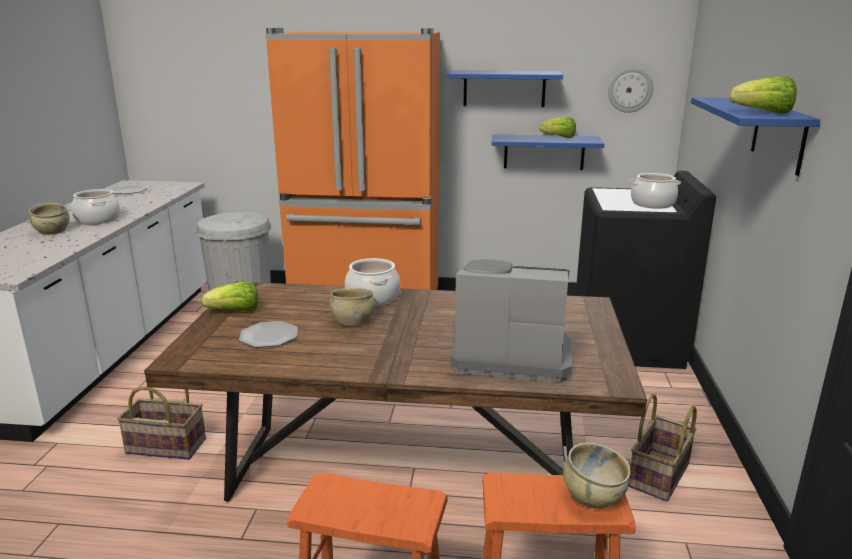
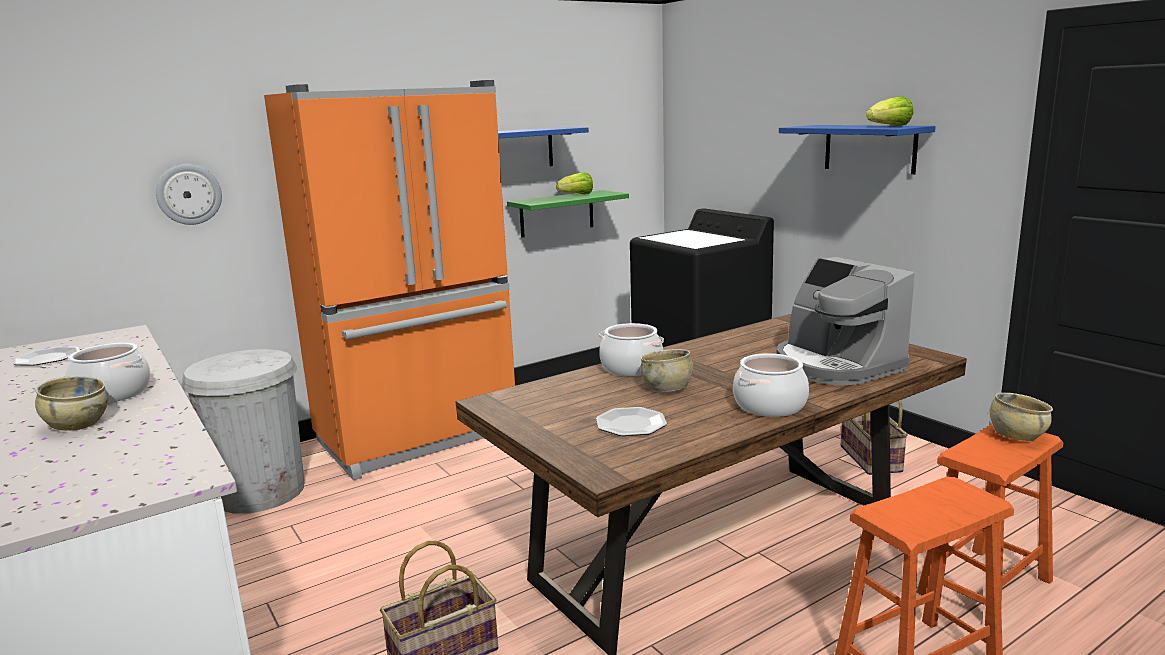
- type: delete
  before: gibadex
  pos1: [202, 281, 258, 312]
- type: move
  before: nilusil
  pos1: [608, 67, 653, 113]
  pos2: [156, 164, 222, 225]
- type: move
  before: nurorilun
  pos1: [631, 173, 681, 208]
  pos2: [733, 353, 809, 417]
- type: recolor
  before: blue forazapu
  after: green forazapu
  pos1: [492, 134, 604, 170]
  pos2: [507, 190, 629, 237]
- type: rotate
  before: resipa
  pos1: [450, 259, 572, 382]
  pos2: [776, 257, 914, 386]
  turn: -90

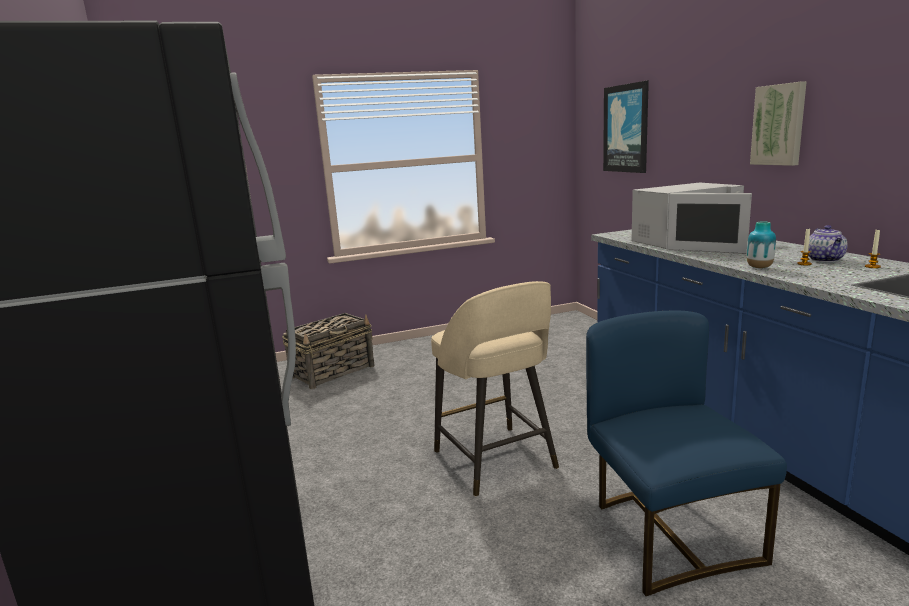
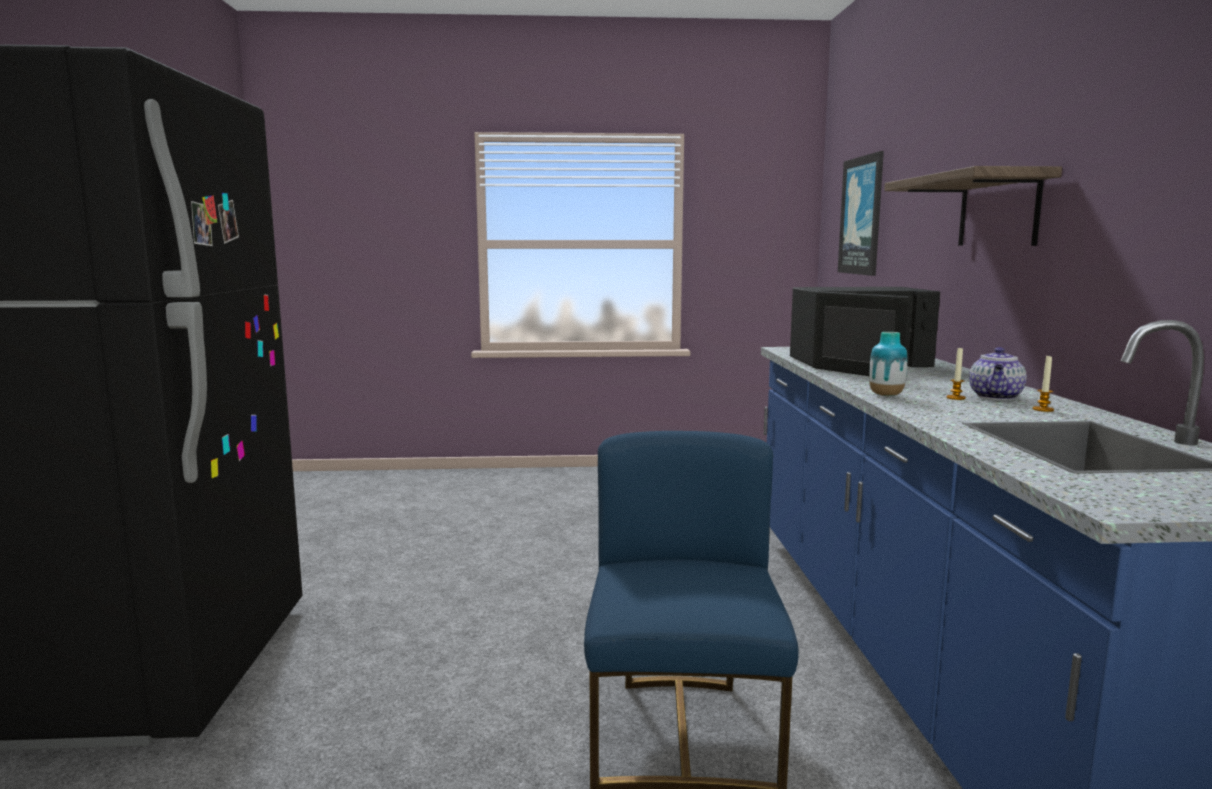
- type: delete
  before: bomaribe
  pos1: [282, 313, 375, 389]
- type: delete
  before: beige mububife
  pos1: [431, 281, 559, 496]
- type: replace
  before: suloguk
  after: forazapu
  pos1: [750, 81, 807, 166]
  pos2: [884, 166, 1062, 246]
- type: recolor
  before: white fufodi
  after: black fufodi
  pos1: [632, 183, 752, 254]
  pos2: [790, 287, 940, 376]

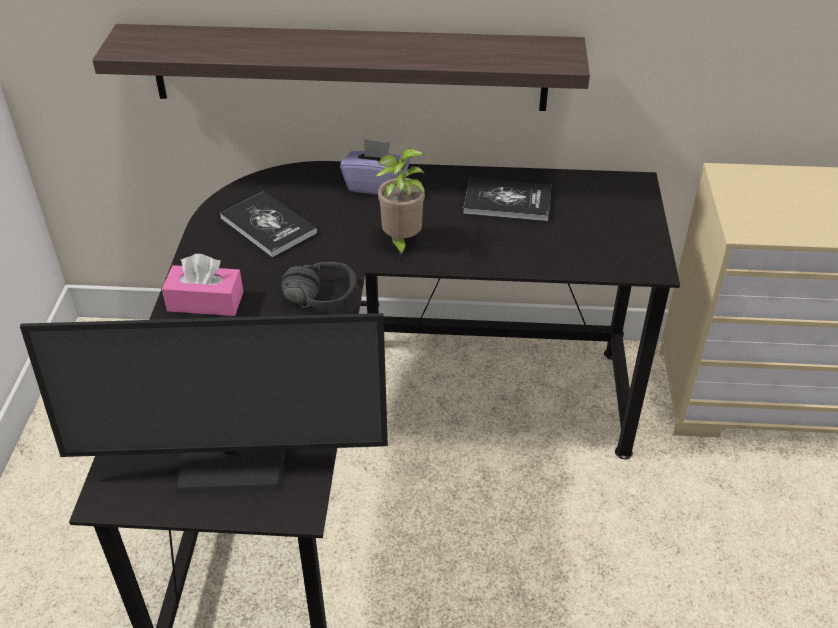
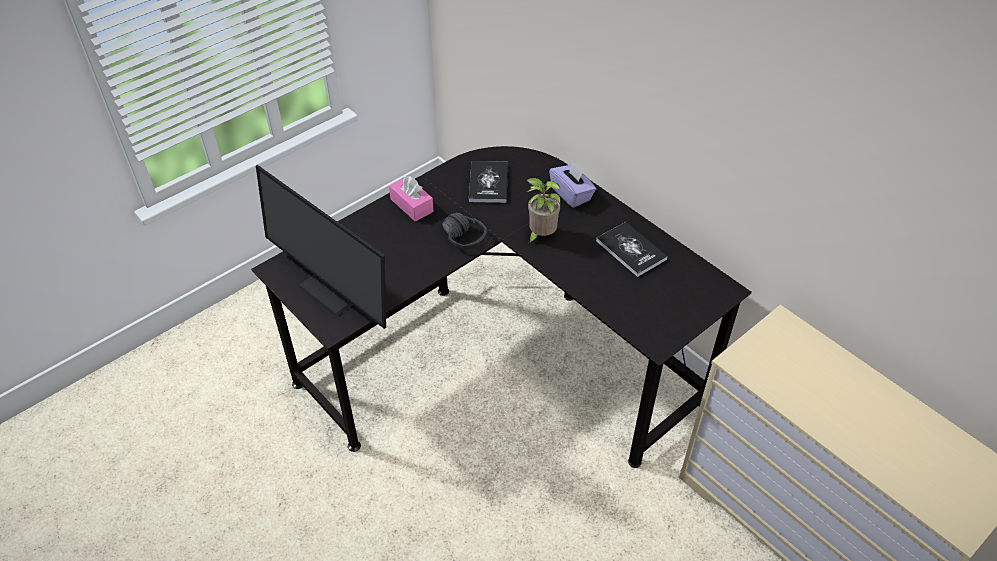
- type: delete
  before: forazapu
  pos1: [92, 24, 590, 111]

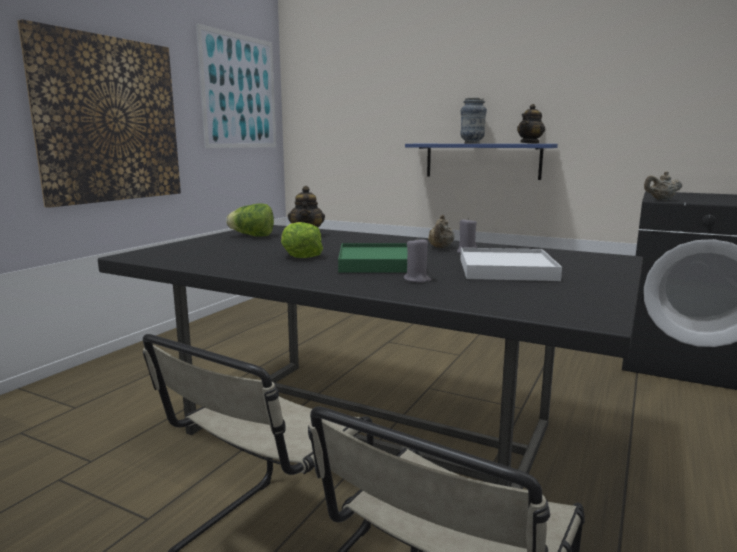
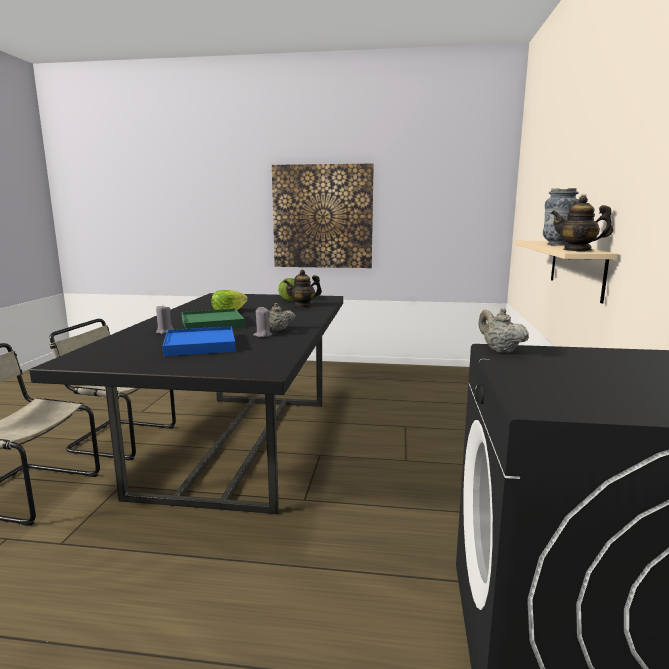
- type: delete
  before: suloguk
  pos1: [196, 23, 276, 148]
- type: recolor
  before: blue forazapu
  after: beige forazapu
  pos1: [405, 144, 558, 180]
  pos2: [515, 241, 618, 304]
- type: recolor
  before: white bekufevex
  after: blue bekufevex
  pos1: [460, 248, 562, 281]
  pos2: [163, 326, 236, 356]

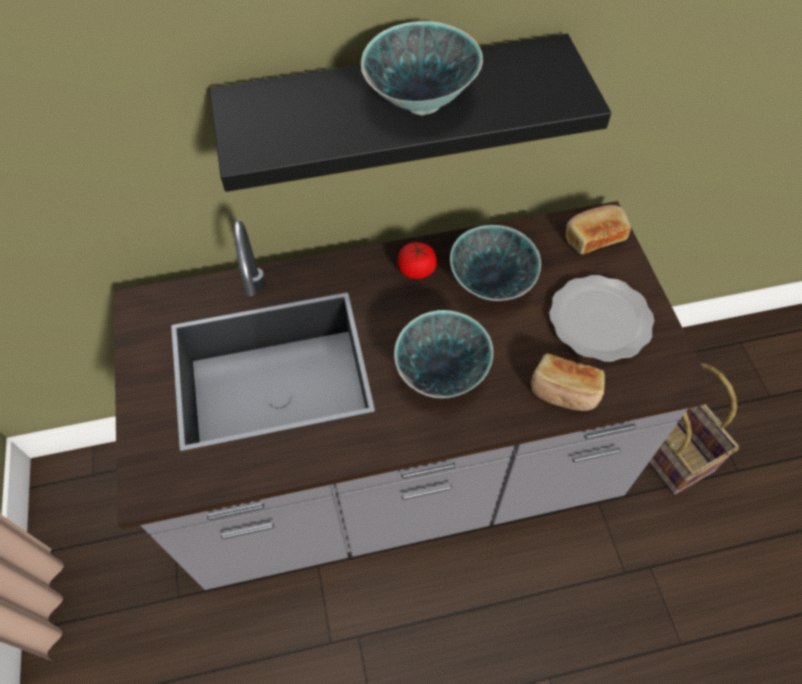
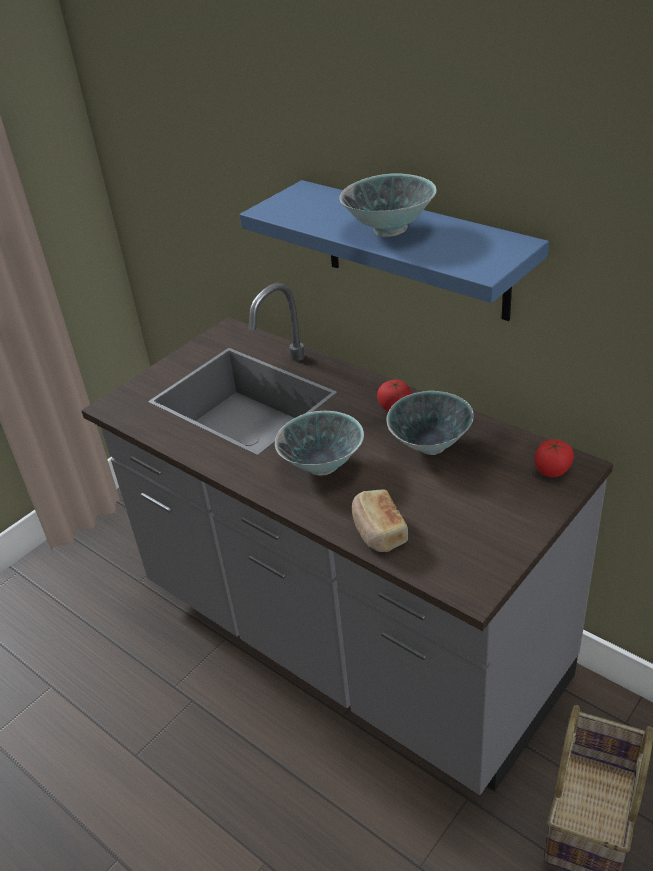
- type: delete
  before: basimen
  pos1: [549, 275, 654, 362]
- type: replace
  before: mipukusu
  after: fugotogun
  pos1: [566, 205, 631, 254]
  pos2: [535, 439, 574, 477]
- type: recolor
  before: black forazapu
  after: blue forazapu
  pos1: [209, 34, 611, 192]
  pos2: [240, 180, 549, 321]

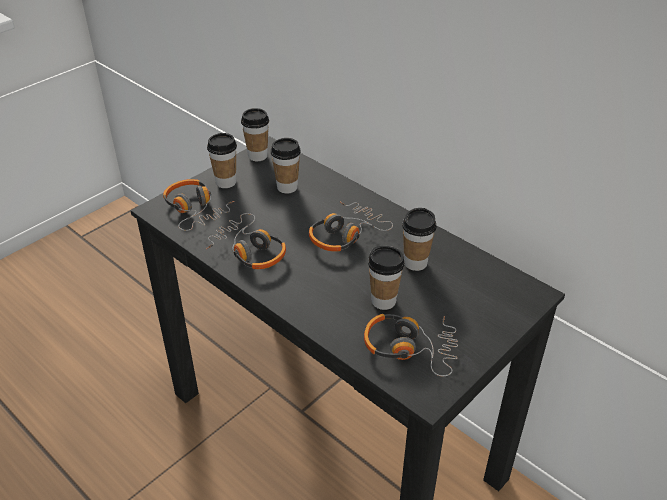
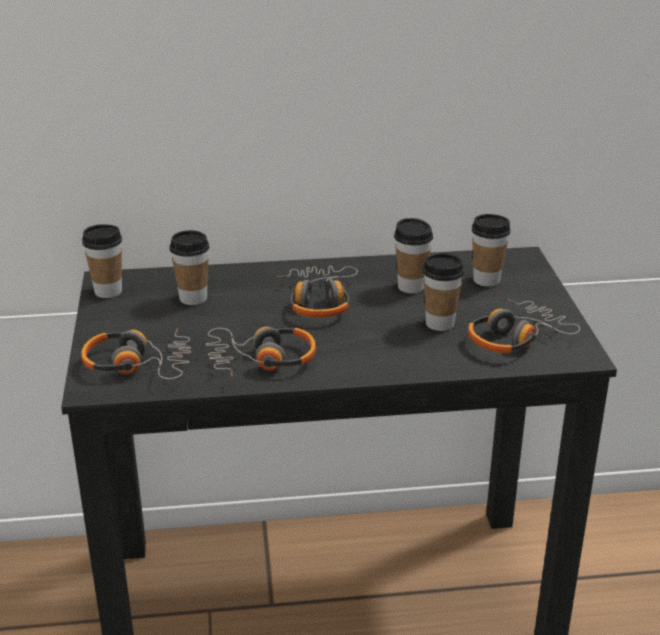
- type: move
  before: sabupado
  pos1: [207, 133, 237, 188]
  pos2: [472, 214, 511, 287]

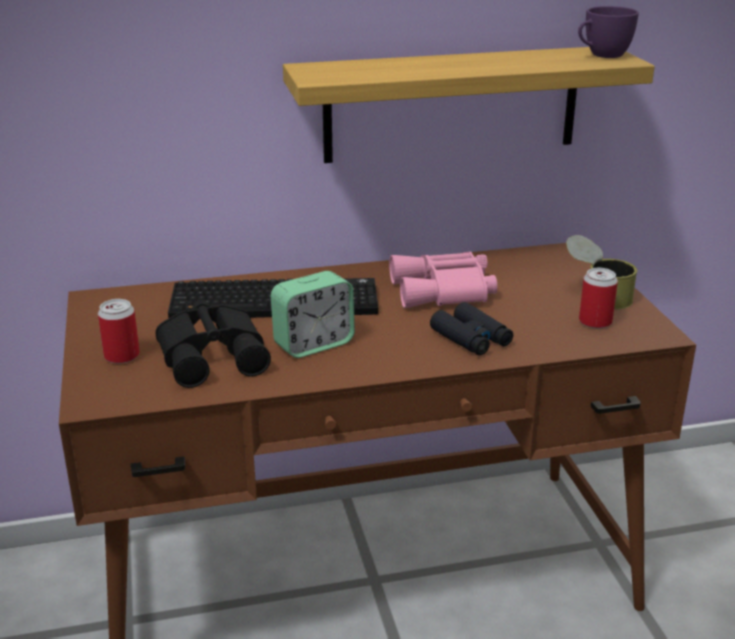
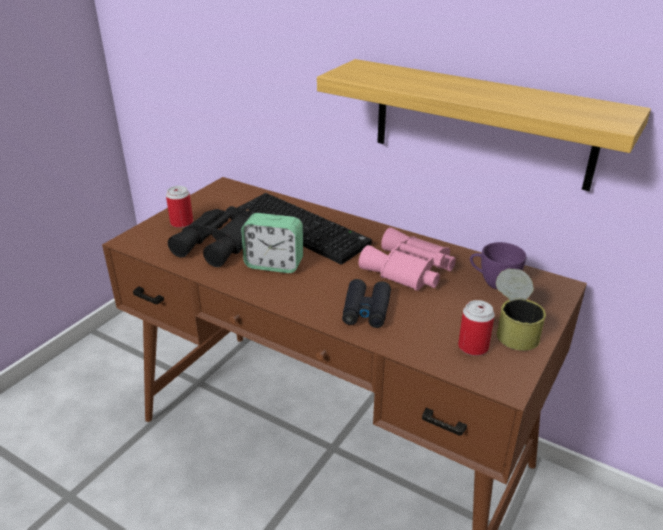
- type: move
  before: purple sabupado
  pos1: [578, 6, 639, 58]
  pos2: [470, 242, 526, 289]

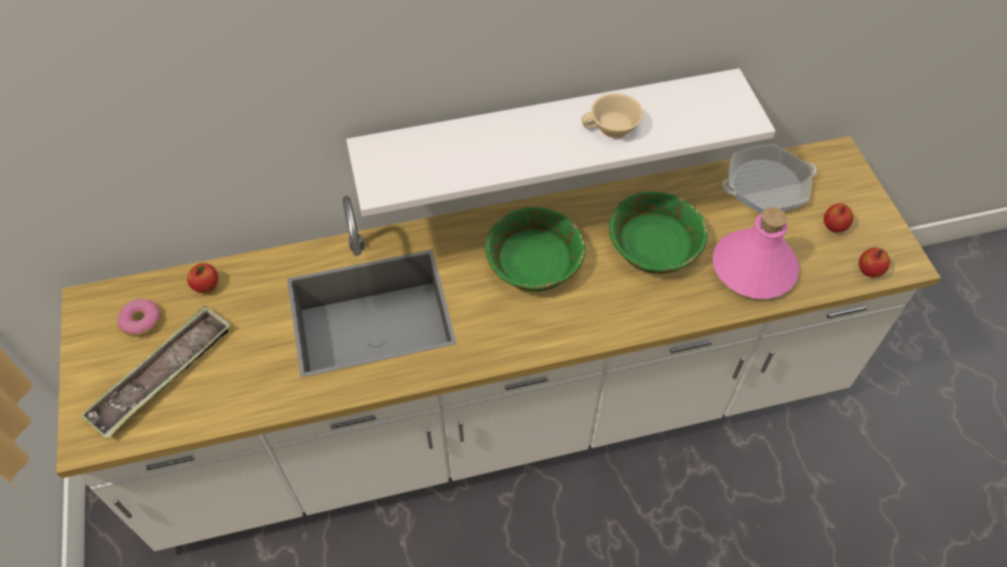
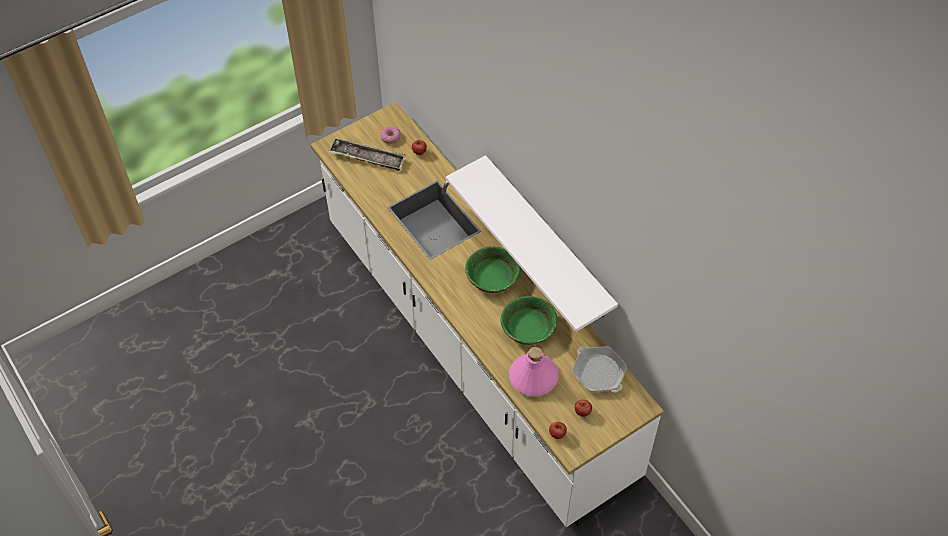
- type: delete
  before: beige sabupado
  pos1: [581, 93, 643, 138]

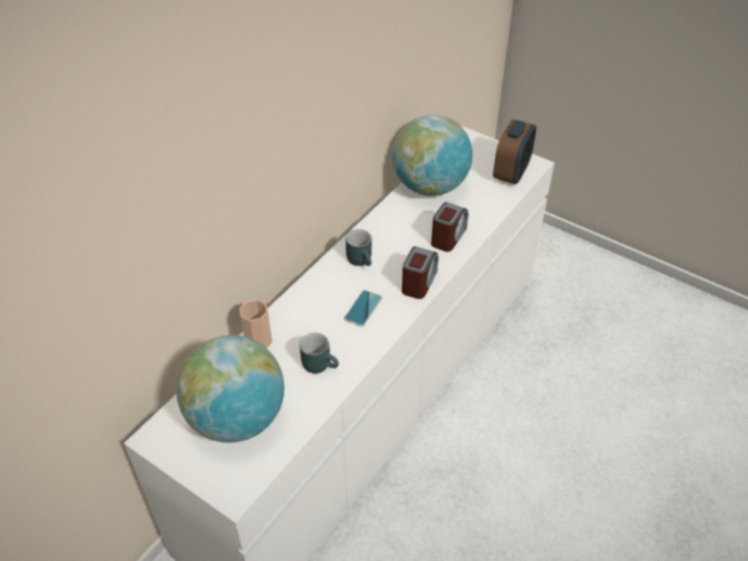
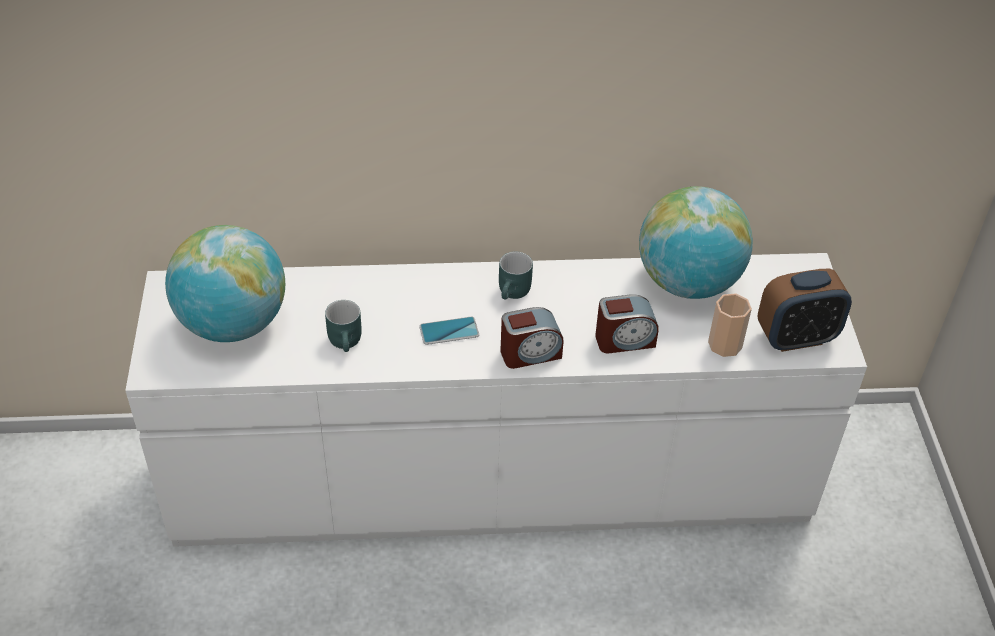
- type: move
  before: sabupado
  pos1: [239, 299, 272, 348]
  pos2: [708, 293, 752, 357]

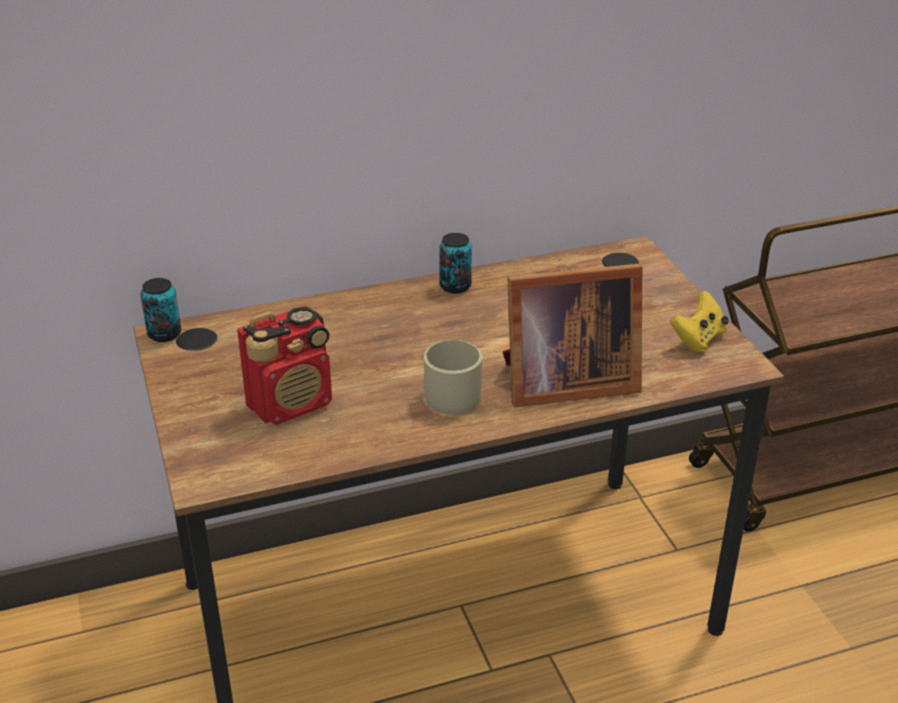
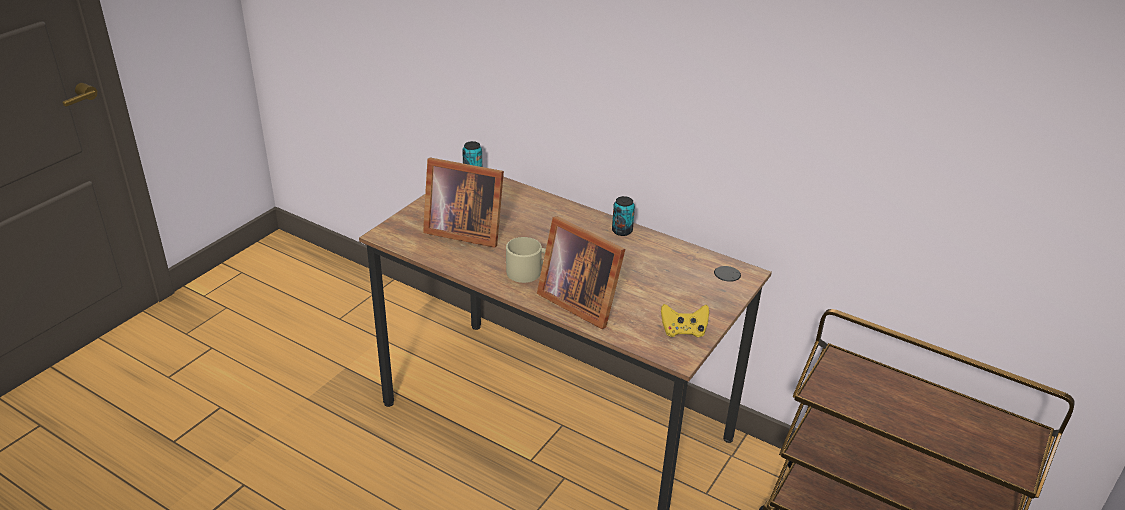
- type: replace
  before: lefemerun
  after: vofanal
  pos1: [237, 306, 332, 425]
  pos2: [423, 157, 504, 248]

